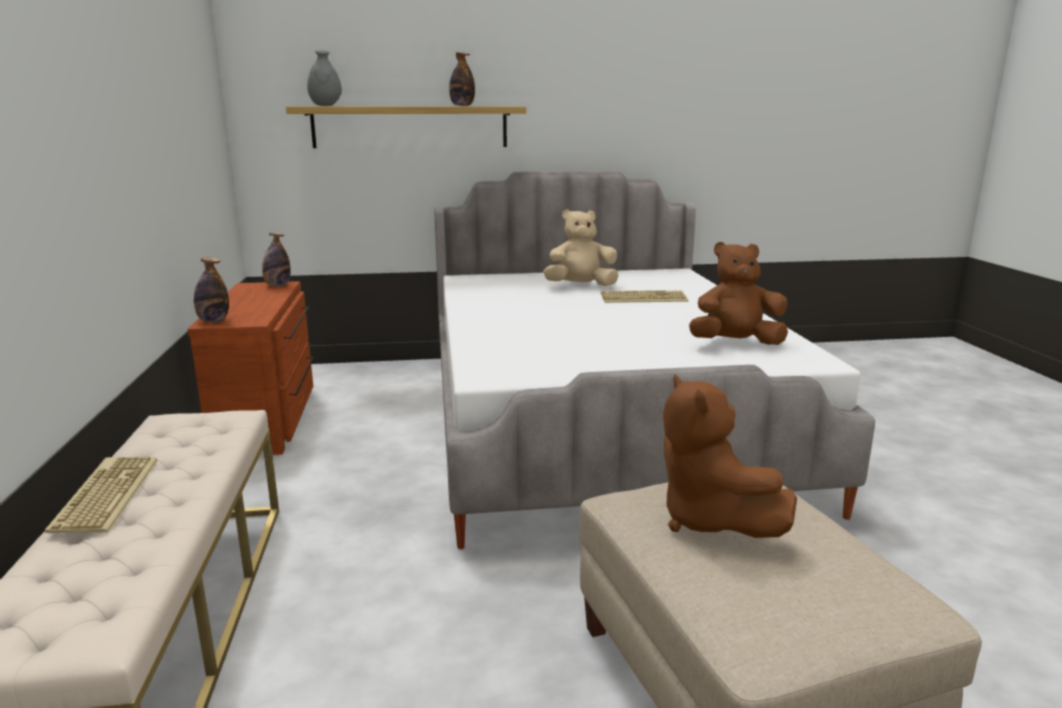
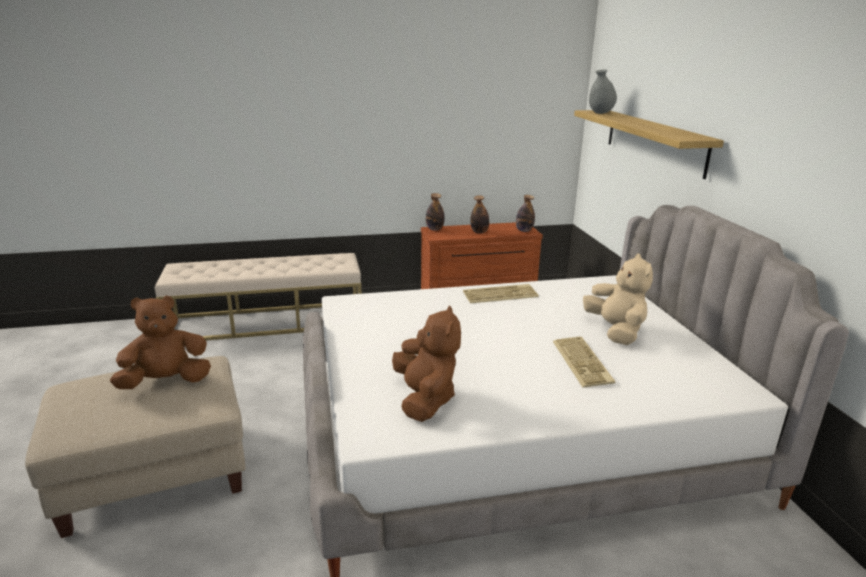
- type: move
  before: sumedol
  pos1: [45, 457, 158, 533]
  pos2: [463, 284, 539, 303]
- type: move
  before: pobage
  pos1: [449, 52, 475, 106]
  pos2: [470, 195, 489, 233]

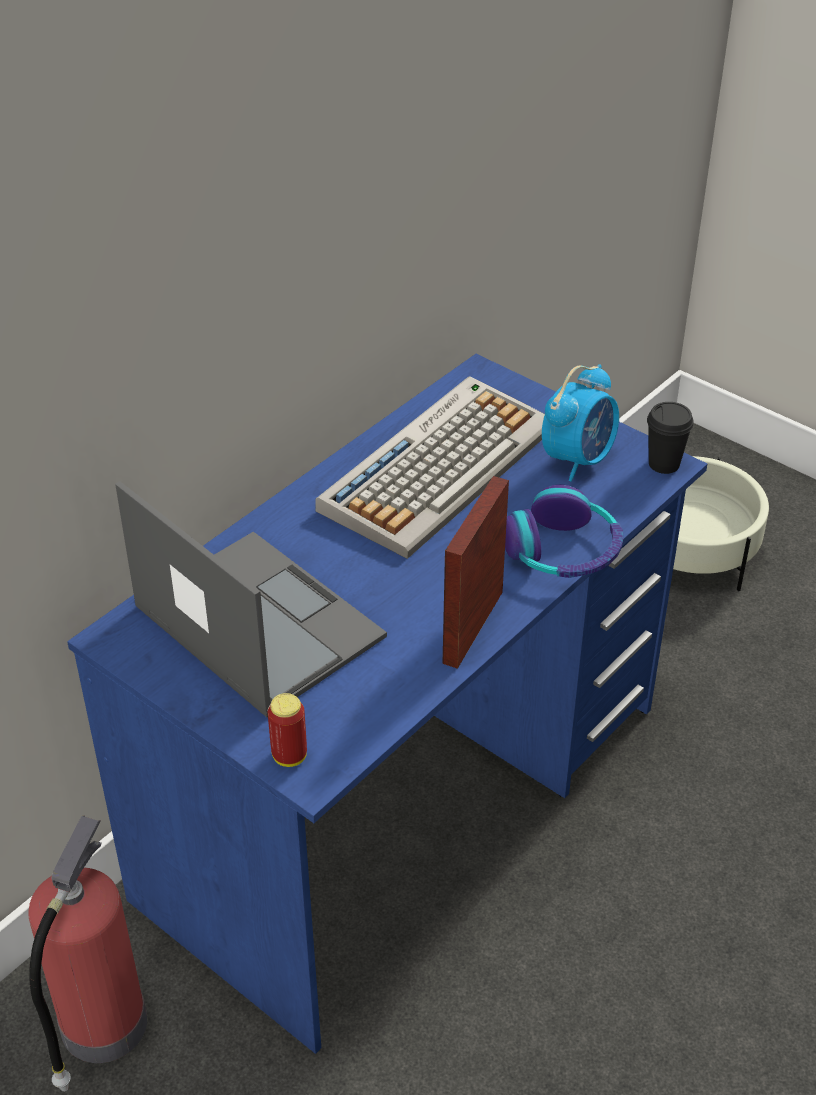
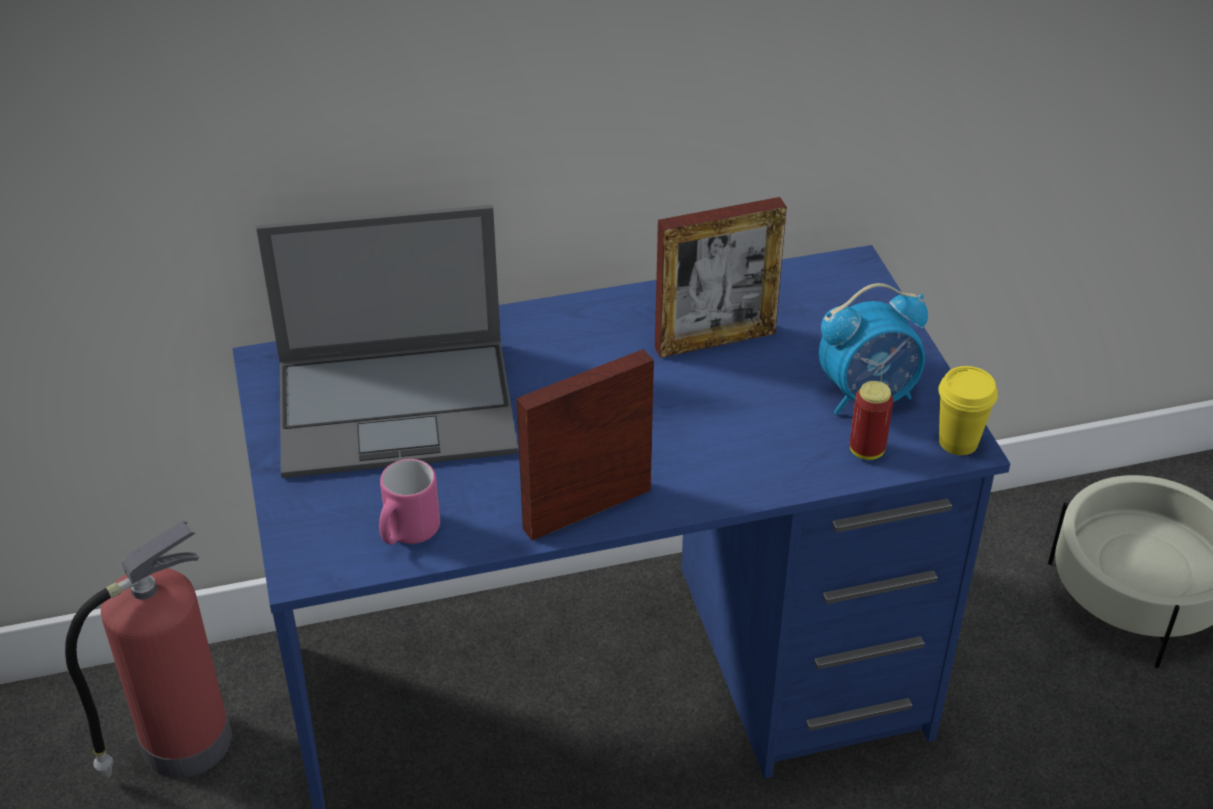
- type: delete
  before: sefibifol
  pos1: [505, 485, 623, 578]
- type: insert
  after: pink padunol
  pos2: [379, 459, 440, 545]
- type: move
  before: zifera
  pos1: [268, 693, 307, 767]
  pos2: [850, 381, 893, 460]
- type: replace
  before: sumedol
  after: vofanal
  pos1: [315, 376, 545, 559]
  pos2: [655, 197, 787, 358]
- type: recolor
  before: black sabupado
  after: yellow sabupado
  pos1: [647, 402, 694, 474]
  pos2: [938, 366, 998, 455]
- type: rotate
  before: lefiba
  pos1: [115, 481, 387, 717]
  pos2: [256, 205, 518, 478]
  turn: 90

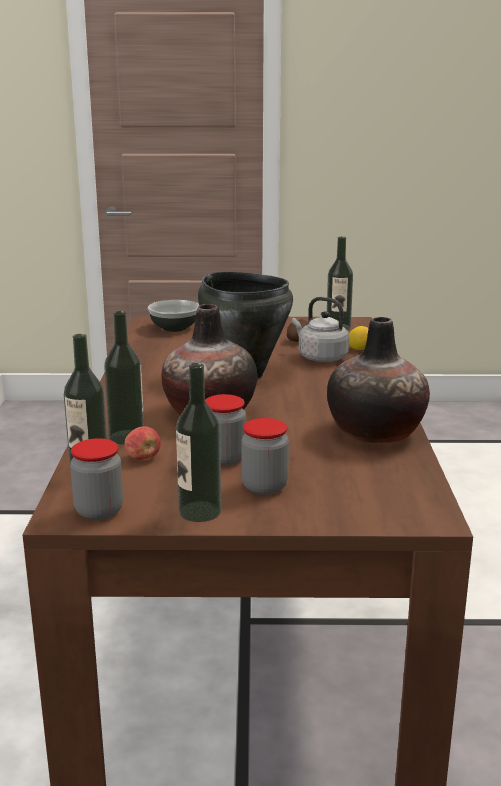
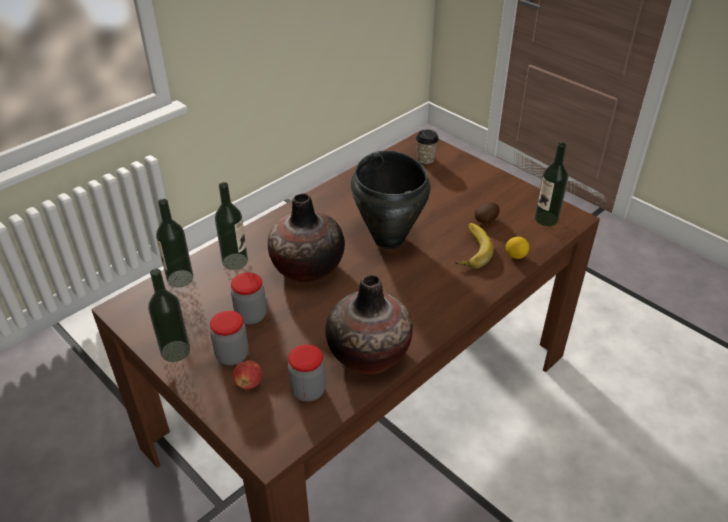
- type: move
  before: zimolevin
  pos1: [70, 438, 123, 520]
  pos2: [288, 344, 326, 402]
- type: move
  before: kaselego
  pos1: [125, 426, 161, 461]
  pos2: [233, 360, 262, 389]
- type: replace
  before: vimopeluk
  after: sabupado
  pos1: [148, 300, 199, 332]
  pos2: [416, 129, 439, 164]
- type: replace
  before: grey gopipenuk
  after: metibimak
  pos1: [292, 297, 349, 362]
  pos2: [455, 223, 494, 268]

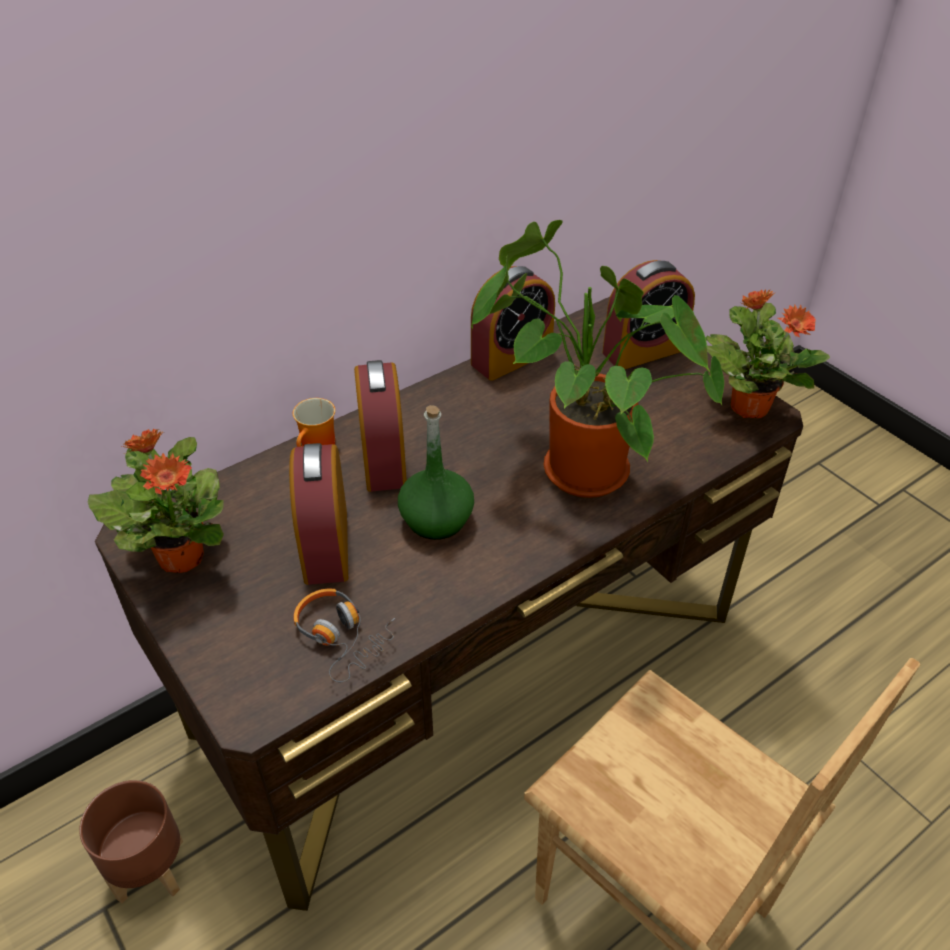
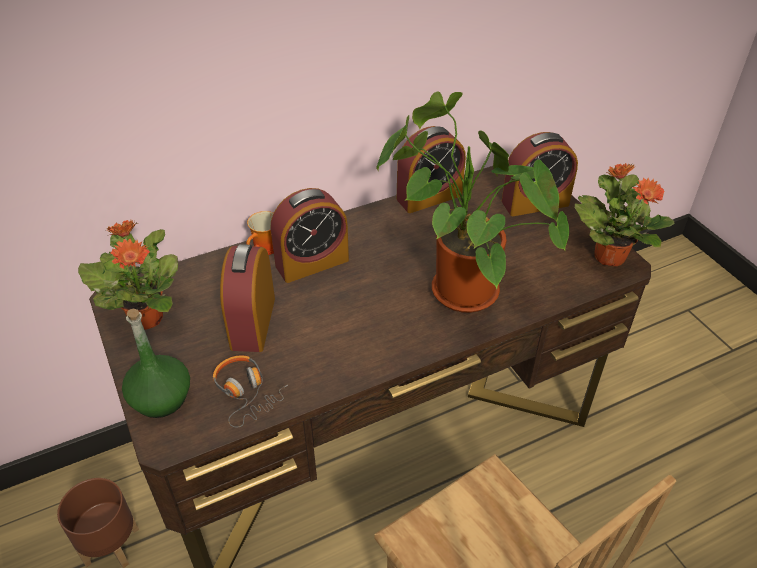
- type: move
  before: green pobage
  pos1: [398, 405, 474, 540]
  pos2: [122, 309, 190, 418]
- type: rotate
  before: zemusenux
  pos1: [354, 360, 407, 492]
  pos2: [271, 188, 349, 283]
  turn: -120

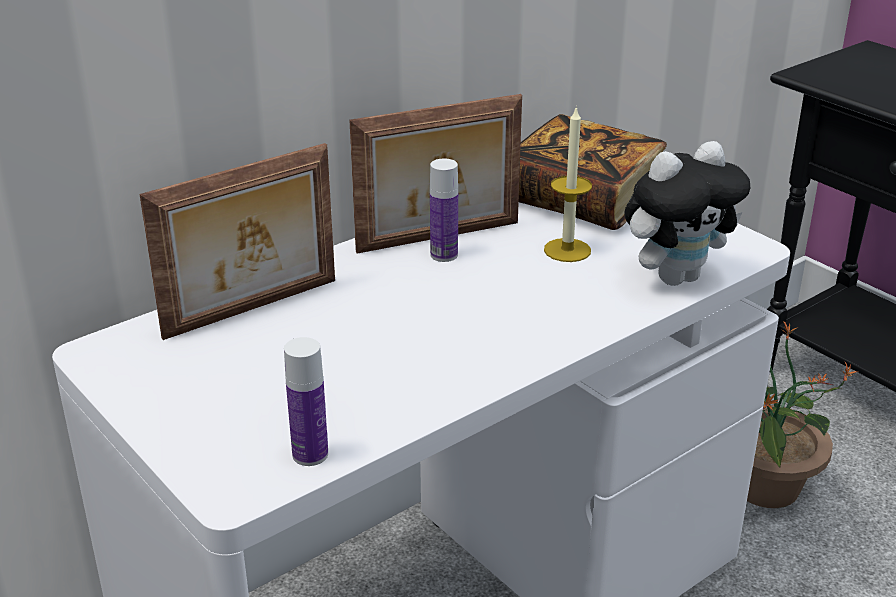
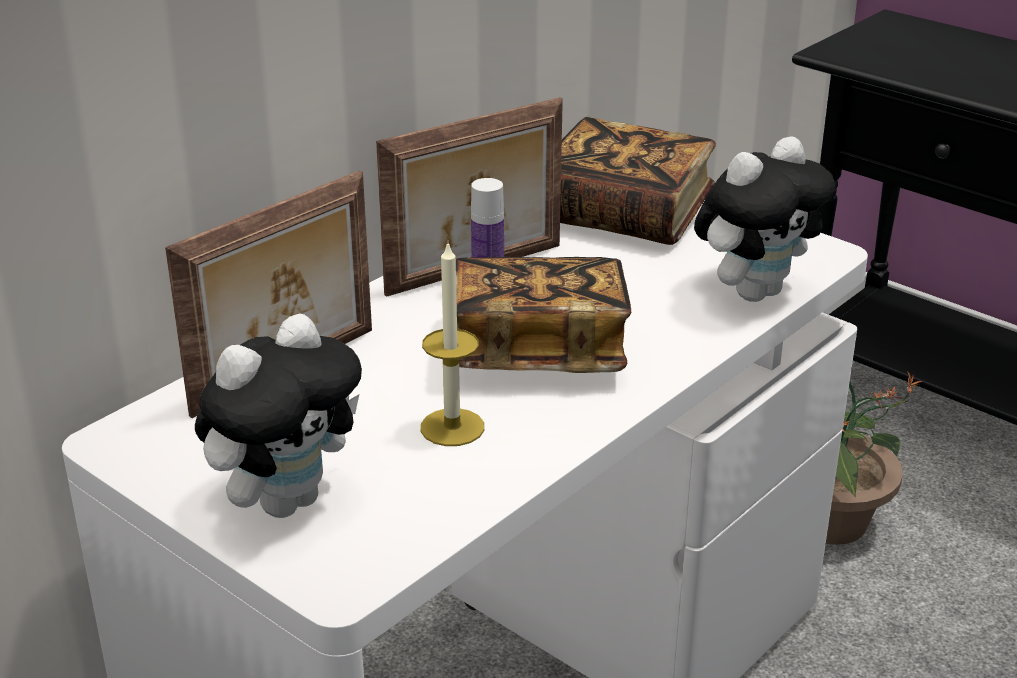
- type: delete
  before: pobage
  pos1: [284, 337, 328, 466]
- type: insert
  after: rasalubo
  pos2: [195, 314, 362, 518]
- type: insert
  after: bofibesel
  pos2: [456, 257, 631, 373]
- type: move
  before: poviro
  pos1: [544, 106, 592, 262]
  pos2: [421, 244, 484, 446]

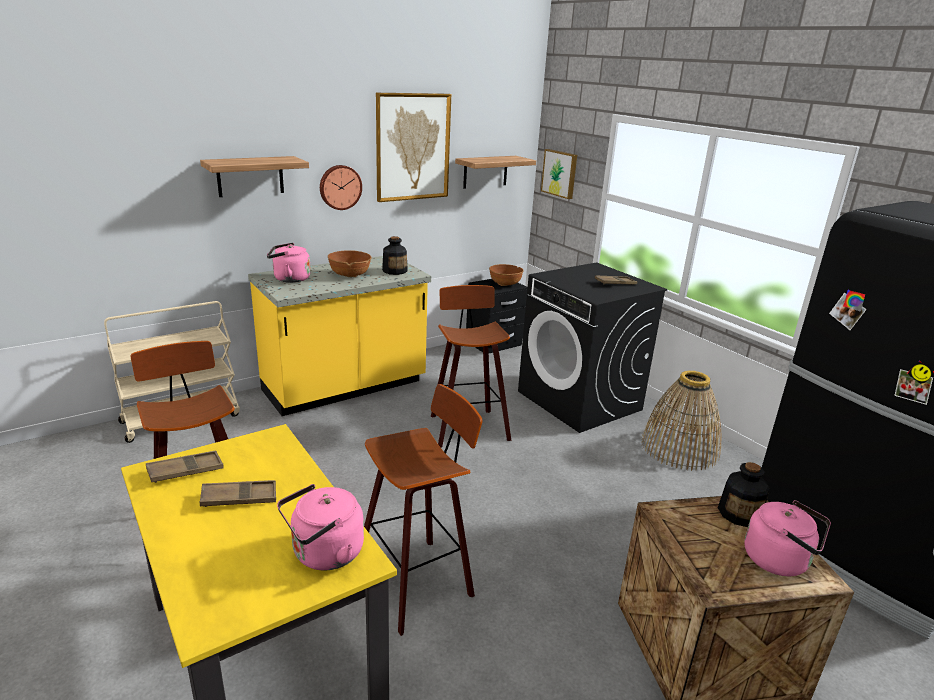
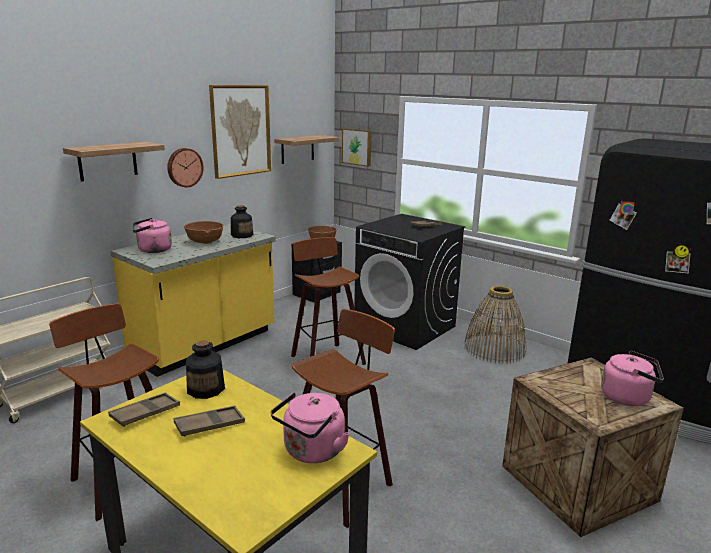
- type: move
  before: pobage
  pos1: [718, 462, 769, 527]
  pos2: [186, 340, 225, 399]

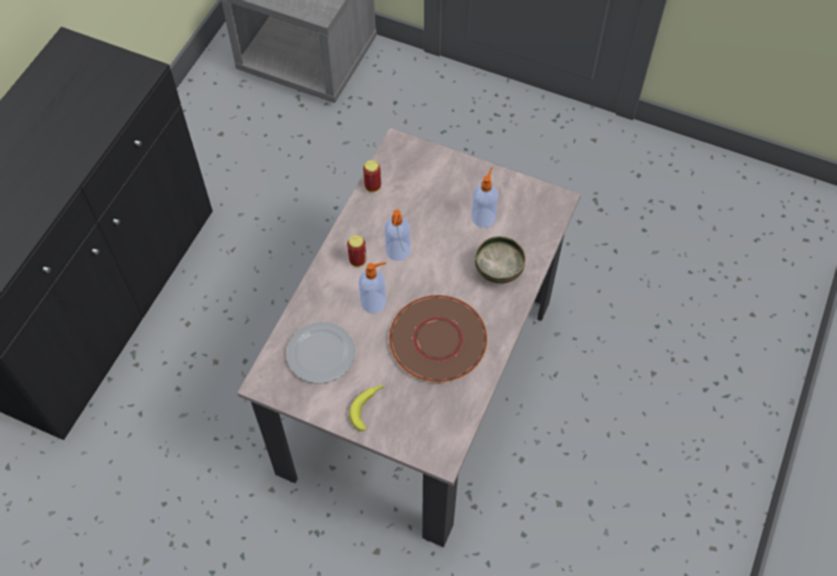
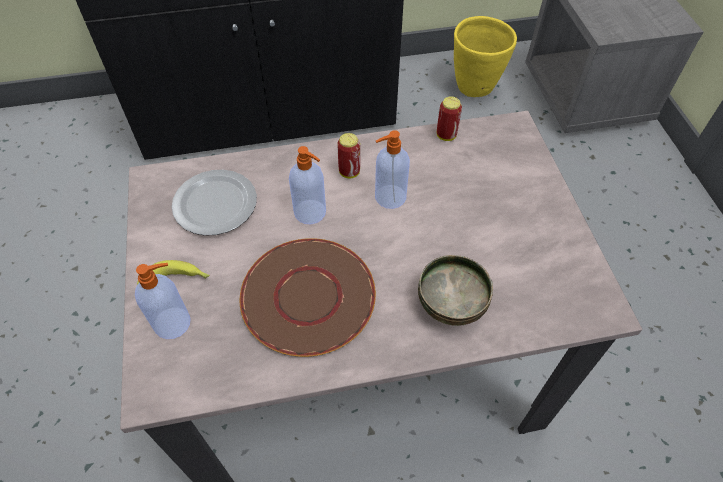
- type: insert
  after: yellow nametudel
  pos2: [454, 16, 517, 97]
- type: move
  before: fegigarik
  pos1: [471, 167, 498, 228]
  pos2: [135, 263, 191, 339]

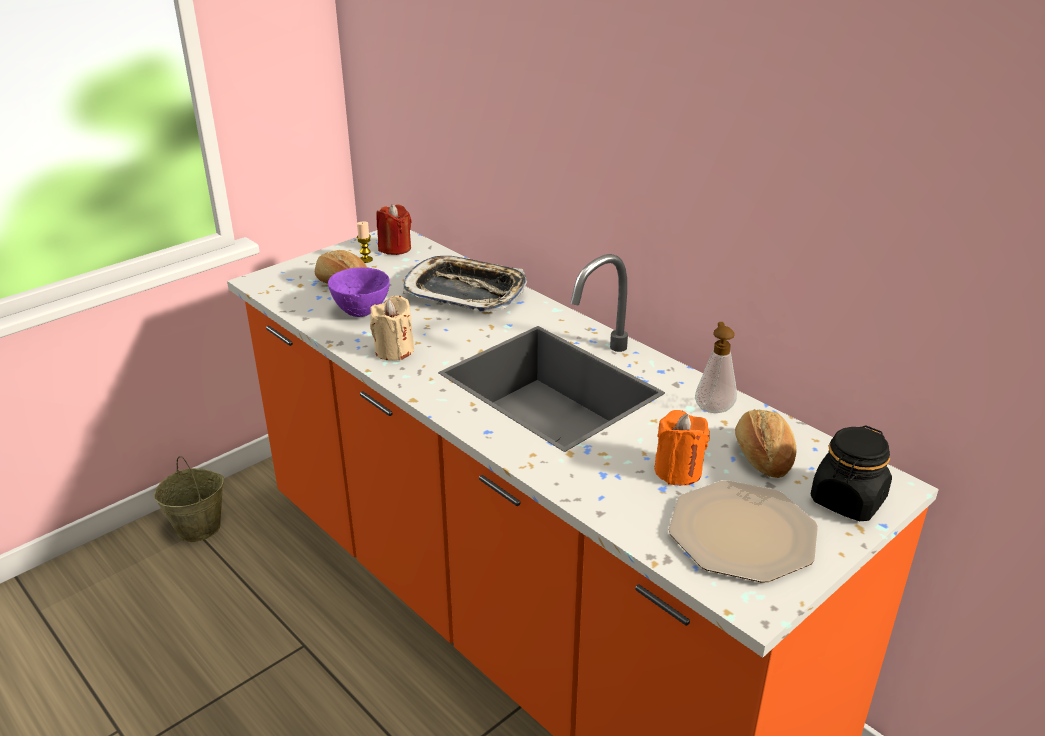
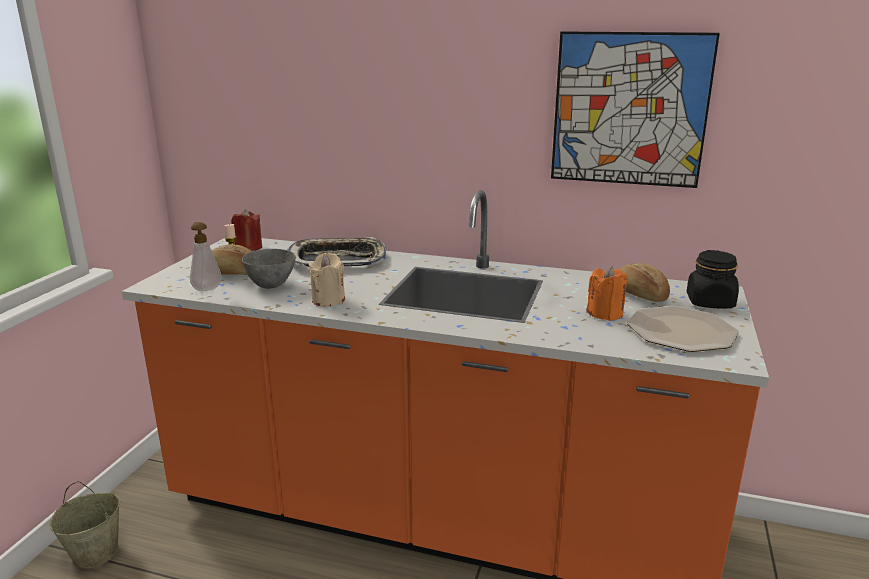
- type: insert
  after: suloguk
  pos2: [551, 31, 720, 188]
- type: move
  before: fegigarik
  pos1: [695, 322, 737, 413]
  pos2: [190, 222, 222, 291]
- type: recolor
  before: purple vimopeluk
  after: grey vimopeluk
  pos1: [328, 267, 390, 317]
  pos2: [242, 249, 296, 289]

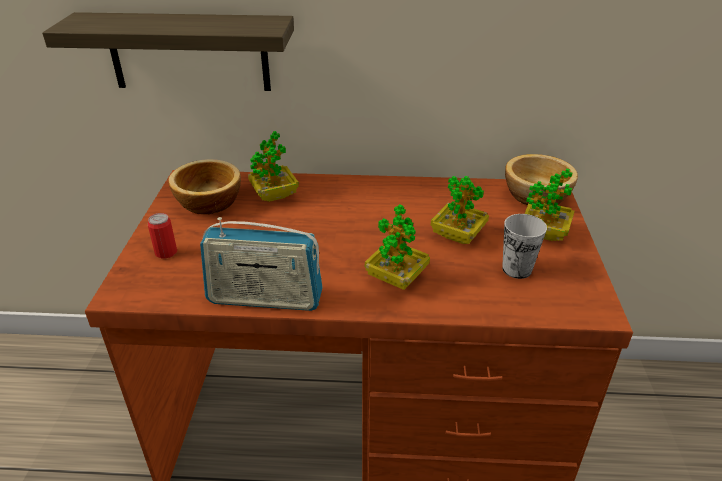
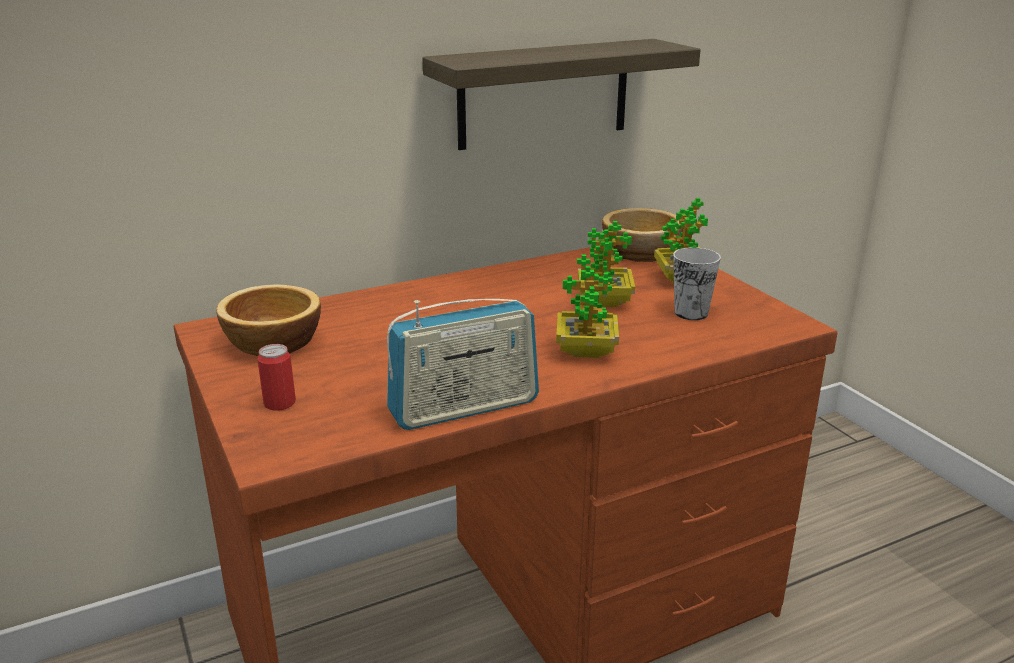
- type: delete
  before: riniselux
  pos1: [248, 131, 299, 202]
- type: move
  before: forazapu
  pos1: [42, 12, 294, 91]
  pos2: [422, 39, 700, 150]

